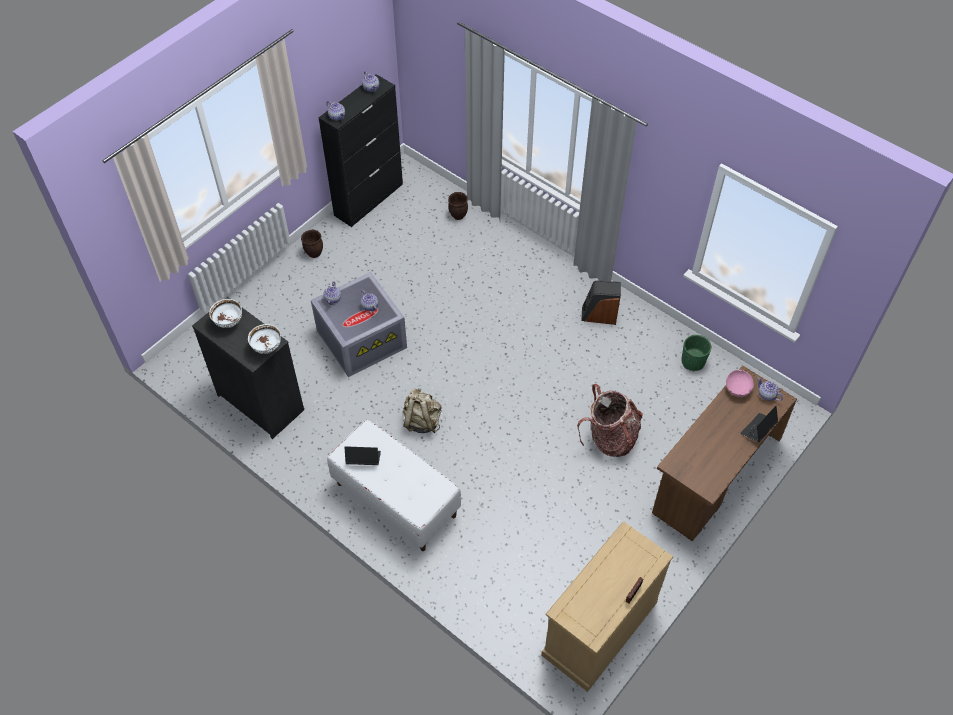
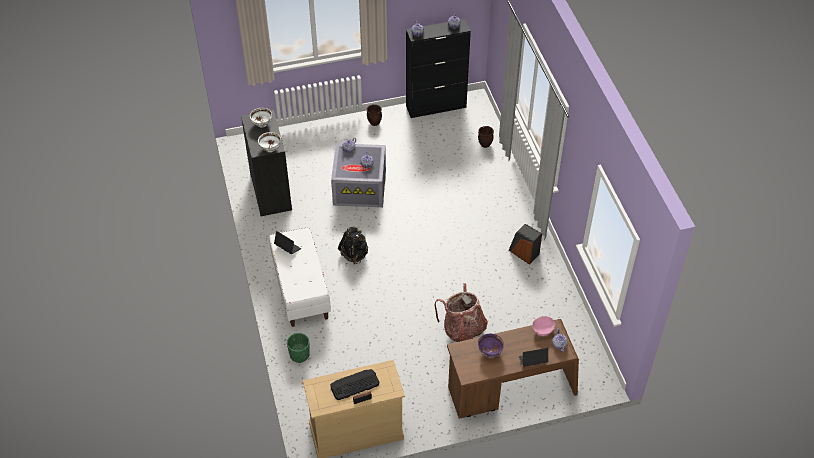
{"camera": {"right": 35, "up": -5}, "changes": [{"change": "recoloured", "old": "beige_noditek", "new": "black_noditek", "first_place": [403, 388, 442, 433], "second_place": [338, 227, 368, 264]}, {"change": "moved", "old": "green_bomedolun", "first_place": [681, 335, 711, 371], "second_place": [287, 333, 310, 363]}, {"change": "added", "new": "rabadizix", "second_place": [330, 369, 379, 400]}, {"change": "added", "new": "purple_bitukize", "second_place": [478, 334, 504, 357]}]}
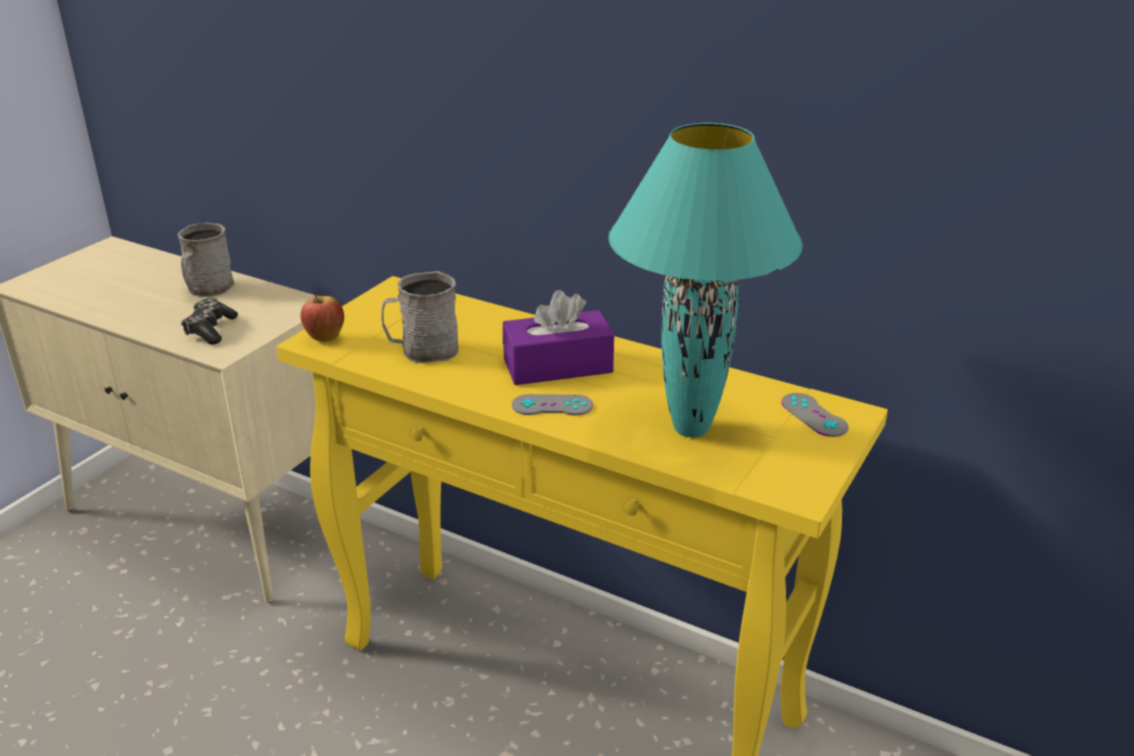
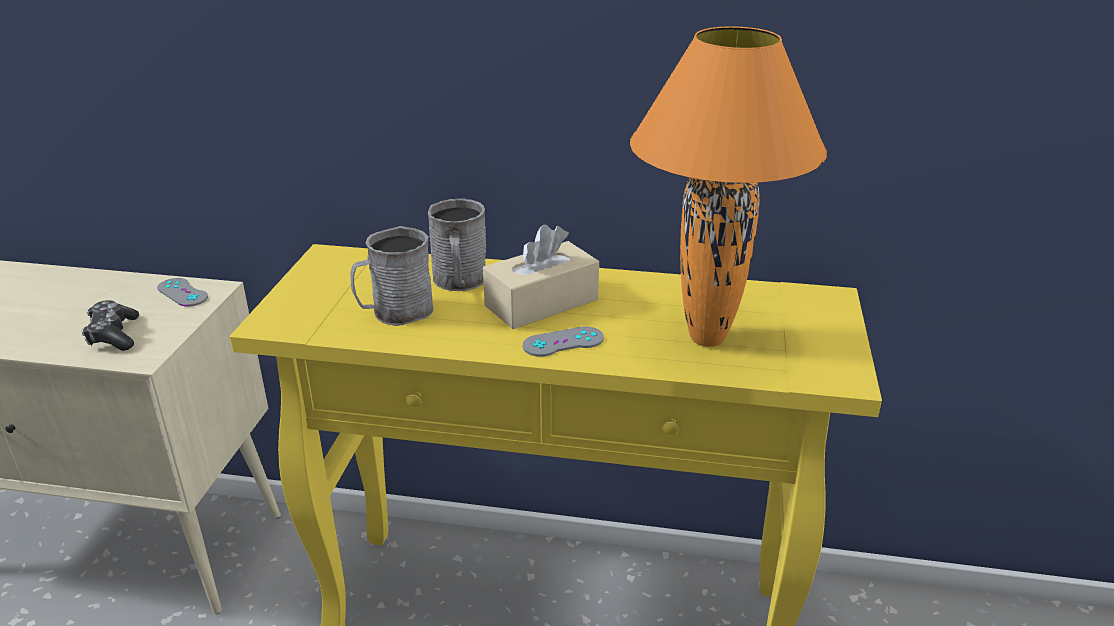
{"camera": {"right": -20, "up": 0}, "changes": [{"change": "moved", "old": "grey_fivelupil", "first_place": [178, 223, 234, 297], "second_place": [428, 199, 486, 291]}, {"change": "removed", "old": "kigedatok", "first_place": [300, 291, 344, 342]}, {"change": "recoloured", "old": "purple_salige", "new": "beige_salige", "first_place": [503, 290, 614, 385], "second_place": [483, 224, 599, 329]}, {"change": "recoloured", "old": "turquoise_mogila", "new": "orange_mogila", "first_place": [608, 123, 803, 437], "second_place": [630, 26, 827, 347]}, {"change": "moved", "old": "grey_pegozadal", "first_place": [781, 393, 848, 437], "second_place": [157, 278, 208, 307]}]}
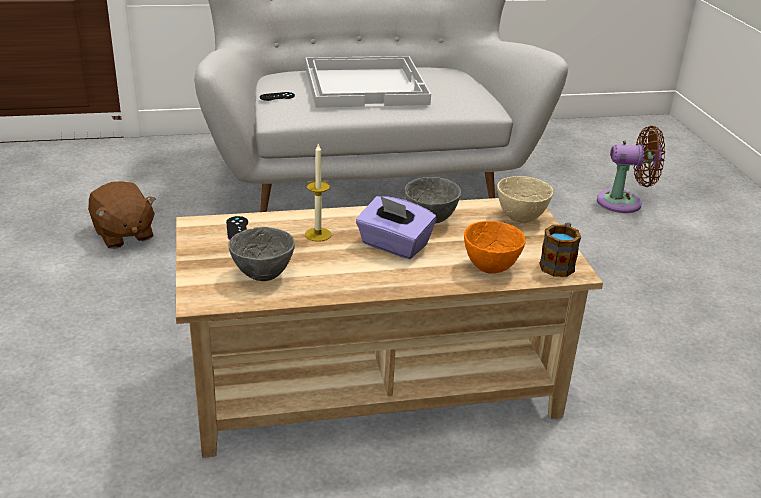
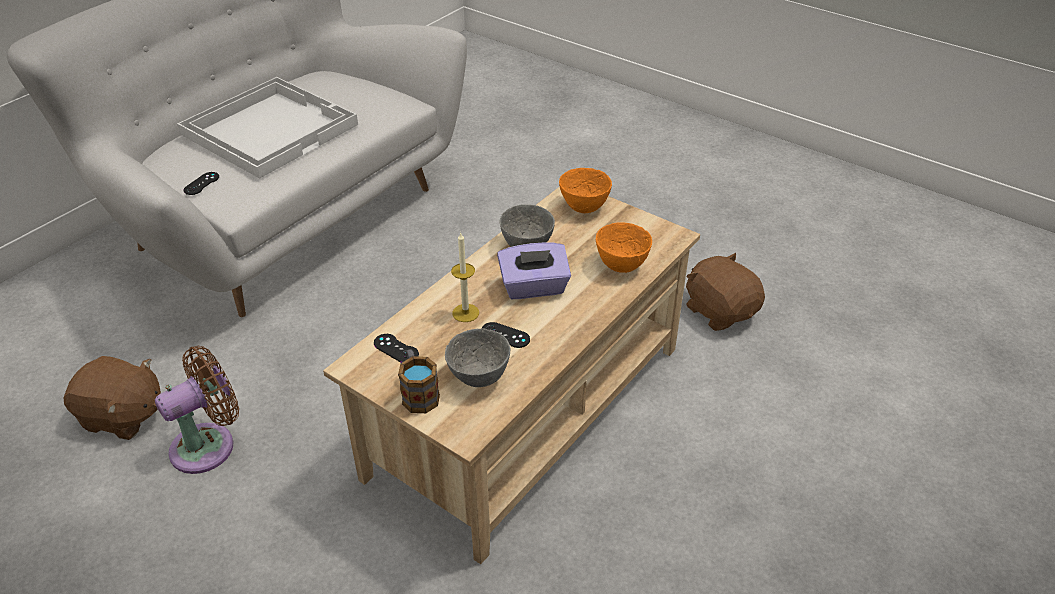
{"camera": {"right": -40, "up": 10}, "changes": [{"change": "recoloured", "old": "beige_bitukize", "new": "orange_bitukize", "first_place": [497, 176, 553, 223], "second_place": [559, 168, 612, 213]}, {"change": "moved", "old": "fivelupil", "first_place": [539, 222, 581, 277], "second_place": [398, 349, 440, 413]}, {"change": "moved", "old": "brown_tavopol", "first_place": [597, 126, 665, 213], "second_place": [155, 346, 239, 474]}, {"change": "added", "new": "black_pegozadal", "second_place": [481, 322, 530, 348]}, {"change": "added", "new": "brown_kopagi", "second_place": [686, 253, 765, 331]}]}
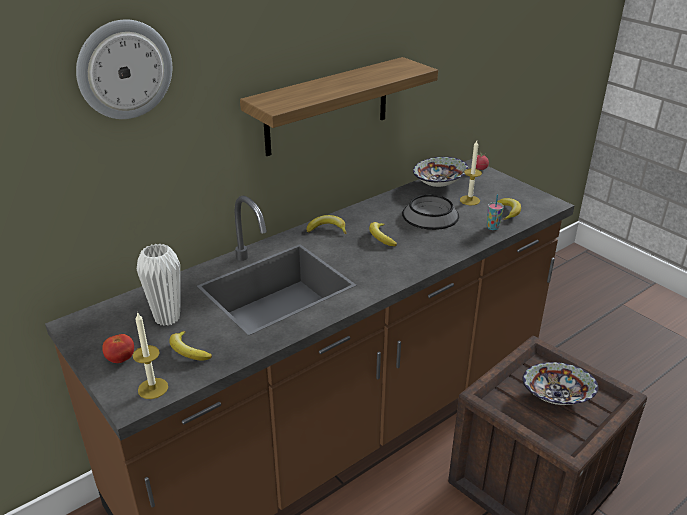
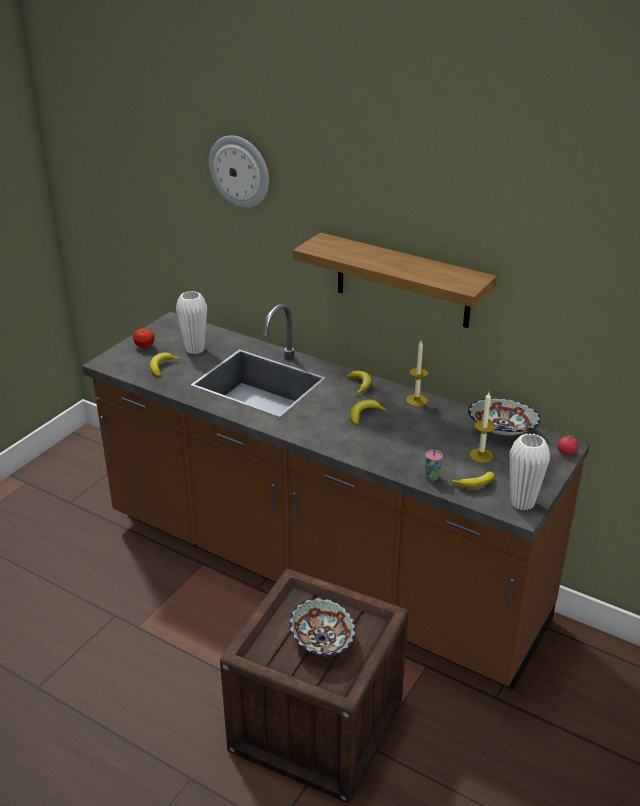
{"camera": {"right": 70, "up": 0}, "changes": [{"change": "moved", "old": "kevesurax", "first_place": [133, 312, 168, 399], "second_place": [406, 341, 428, 406]}, {"change": "removed", "old": "bitukize", "first_place": [402, 195, 459, 230]}, {"change": "added", "new": "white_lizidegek", "second_place": [510, 433, 550, 510]}]}
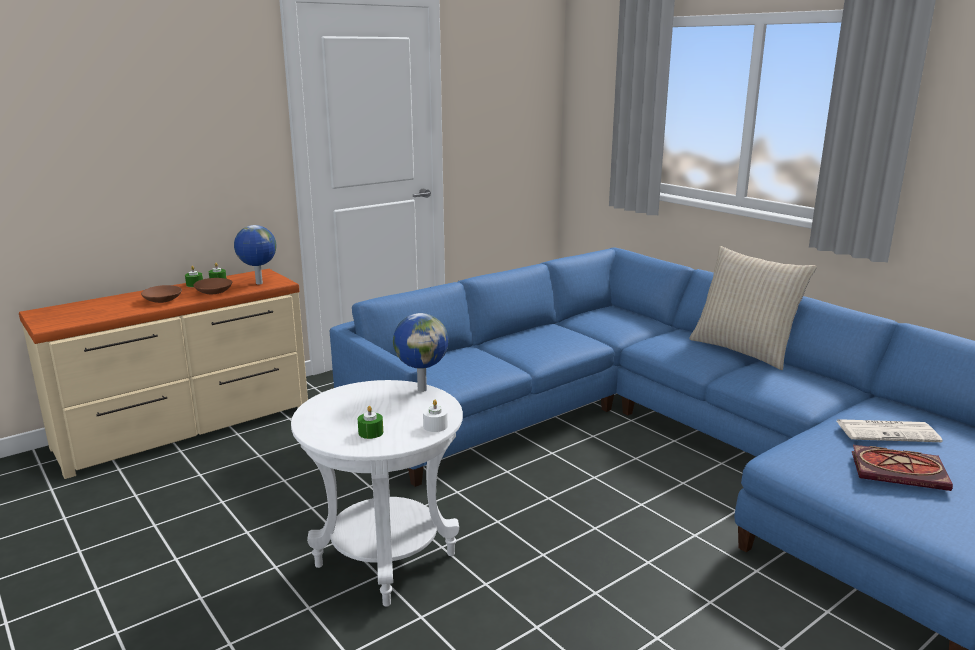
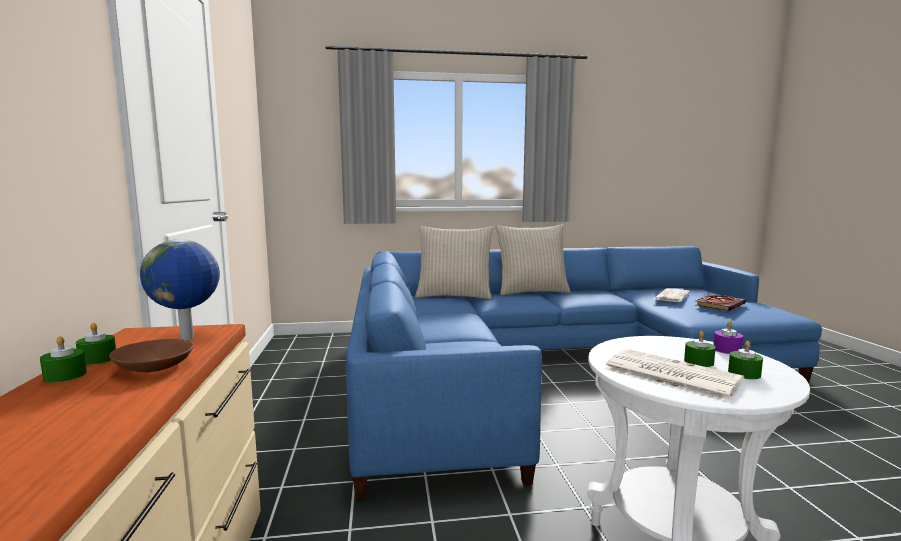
{"camera": {"right": -60, "up": -10}, "changes": [{"change": "removed", "old": "brown_bitukize", "first_place": [141, 285, 182, 303]}, {"change": "removed", "old": "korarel", "first_place": [393, 313, 448, 392]}, {"change": "recoloured", "old": "white_kevesurax", "new": "purple_kevesurax", "first_place": [423, 400, 448, 432], "second_place": [713, 321, 743, 354]}, {"change": "added", "new": "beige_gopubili", "second_place": [415, 226, 493, 300]}, {"change": "added", "new": "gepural", "second_place": [604, 349, 744, 402]}, {"change": "added", "new": "green_kevesurax", "second_place": [684, 331, 716, 367]}]}
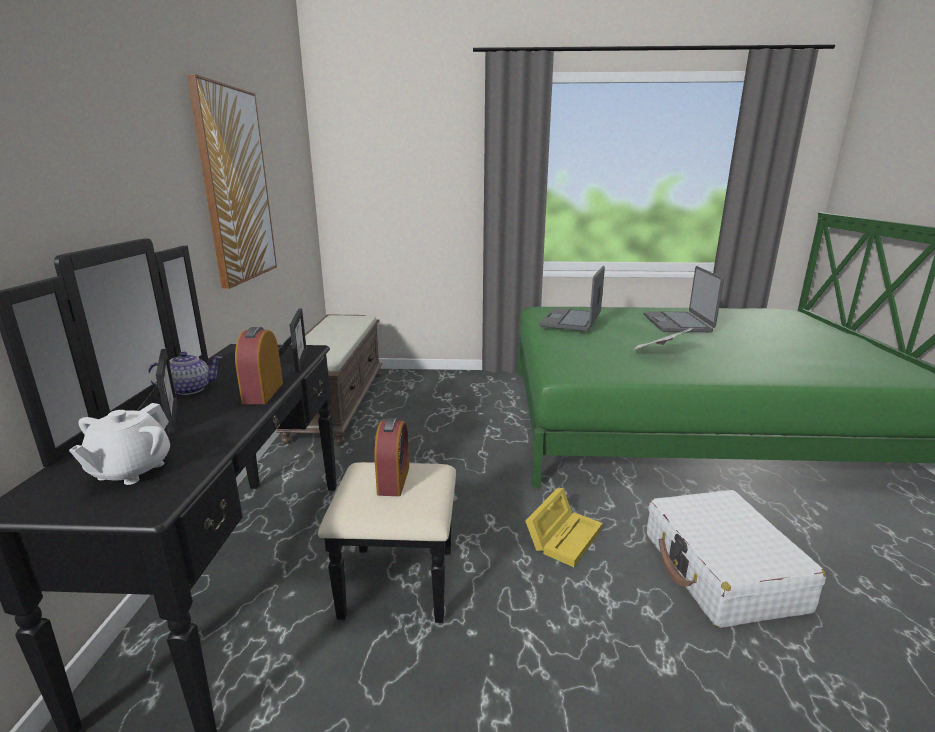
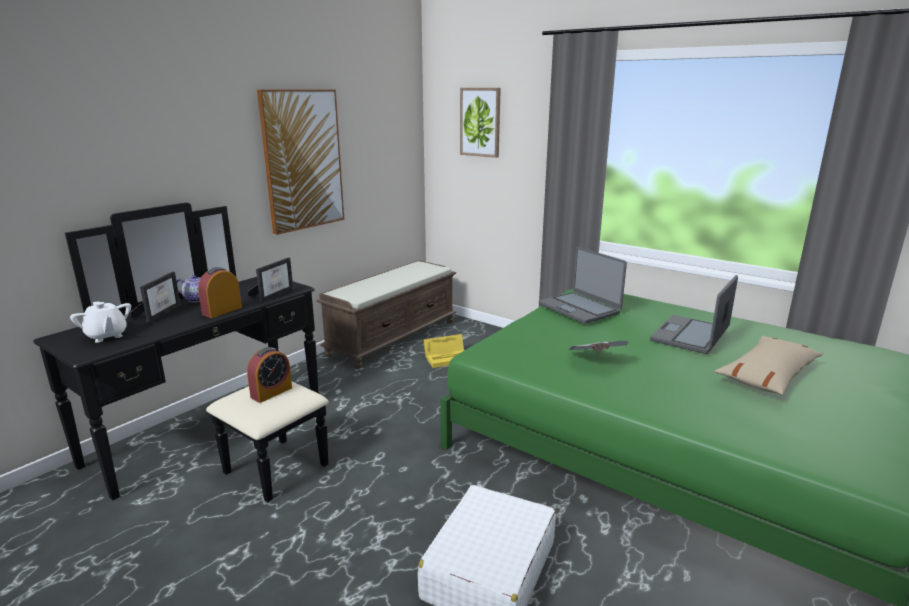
{"camera": {"right": 35, "up": 0}, "changes": [{"change": "turned", "old": "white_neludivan", "first_place": [69, 403, 170, 485], "second_place": [70, 301, 131, 343], "degrees": -90}, {"change": "moved", "old": "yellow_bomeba", "first_place": [525, 488, 603, 567], "second_place": [423, 334, 464, 368]}, {"change": "turned", "old": "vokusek", "first_place": [539, 266, 605, 331], "second_place": [539, 247, 627, 324], "degrees": -90}, {"change": "added", "new": "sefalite", "second_place": [460, 88, 501, 158]}, {"change": "added", "new": "beige_gopubili", "second_place": [714, 336, 823, 395]}]}
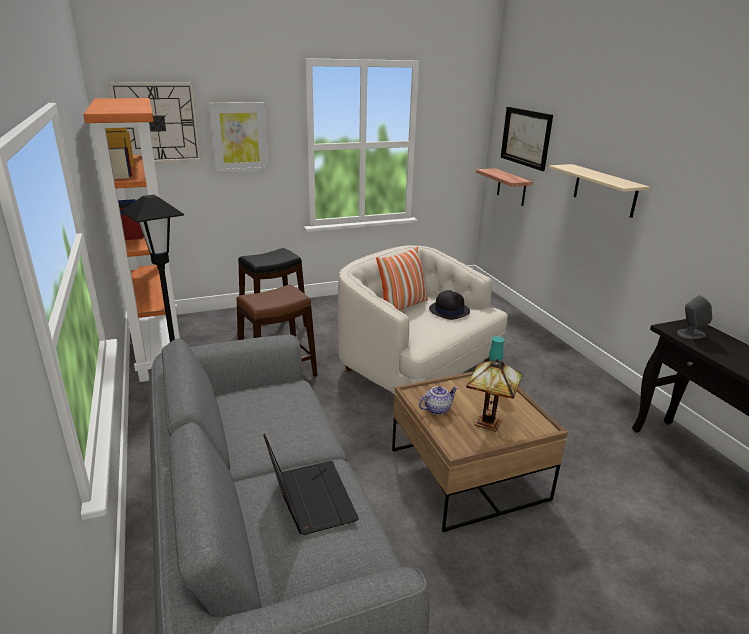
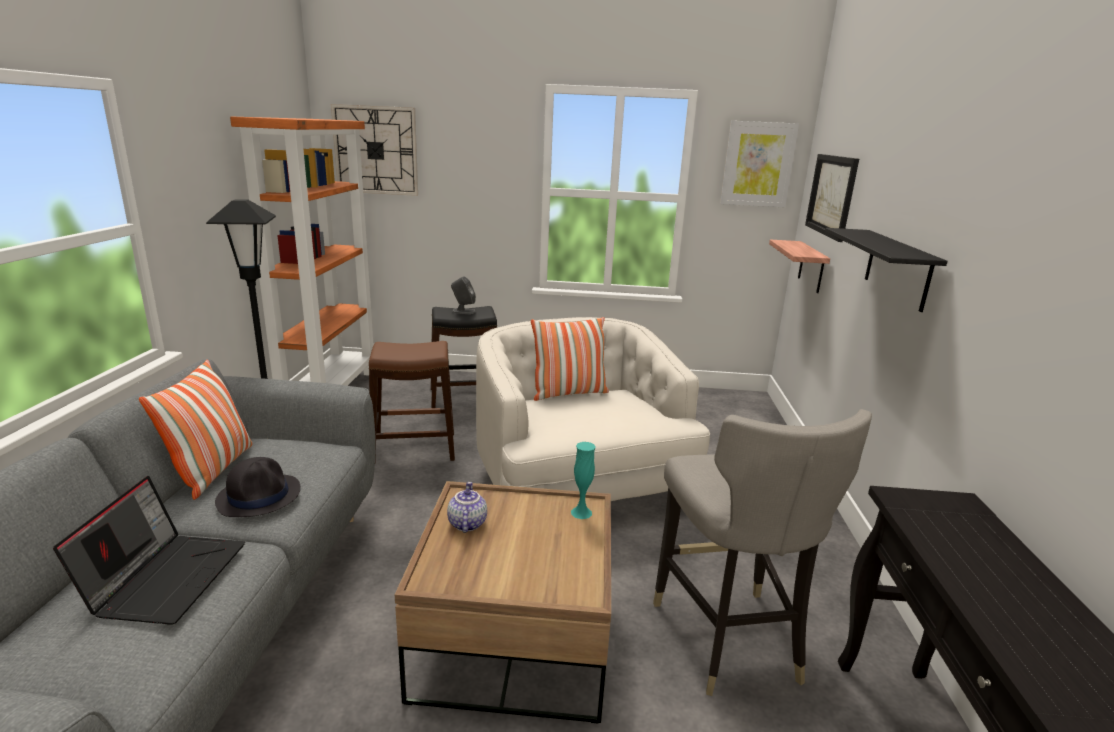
{"camera": {"right": 25, "up": -5}, "changes": [{"change": "moved", "old": "sefalite", "first_place": [208, 102, 269, 173], "second_place": [720, 121, 799, 207]}, {"change": "turned", "old": "neludivan", "first_place": [419, 386, 458, 415], "second_place": [447, 482, 487, 533], "degrees": -90}, {"change": "moved", "old": "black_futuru", "first_place": [429, 290, 470, 320], "second_place": [215, 457, 301, 517]}, {"change": "removed", "old": "mogila", "first_place": [466, 359, 523, 432]}, {"change": "recoloured", "old": "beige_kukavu", "new": "black_kukavu", "first_place": [549, 164, 650, 218], "second_place": [825, 228, 948, 312]}, {"change": "moved", "old": "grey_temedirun", "first_place": [677, 295, 713, 339], "second_place": [451, 276, 476, 314]}, {"change": "added", "new": "gopubili", "second_place": [139, 359, 253, 500]}, {"change": "added", "new": "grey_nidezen", "second_place": [653, 409, 872, 696]}]}
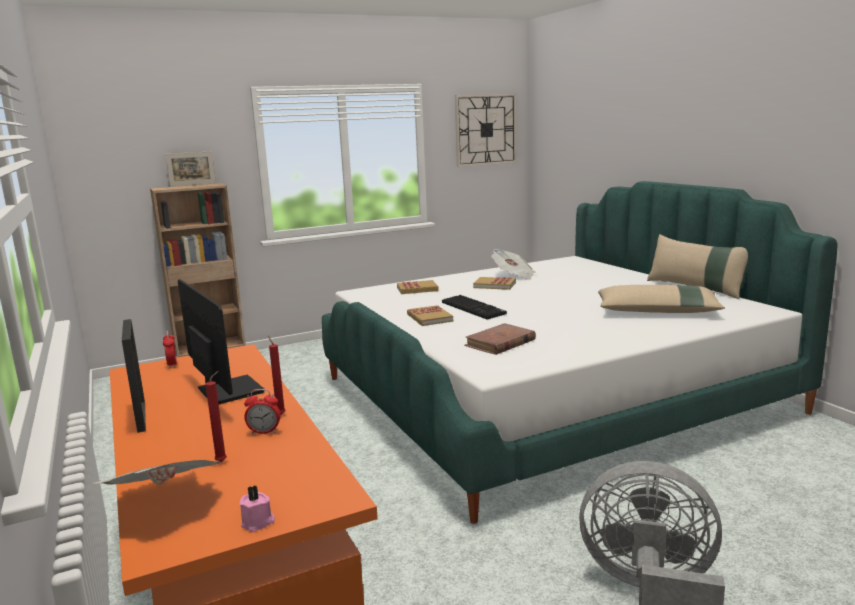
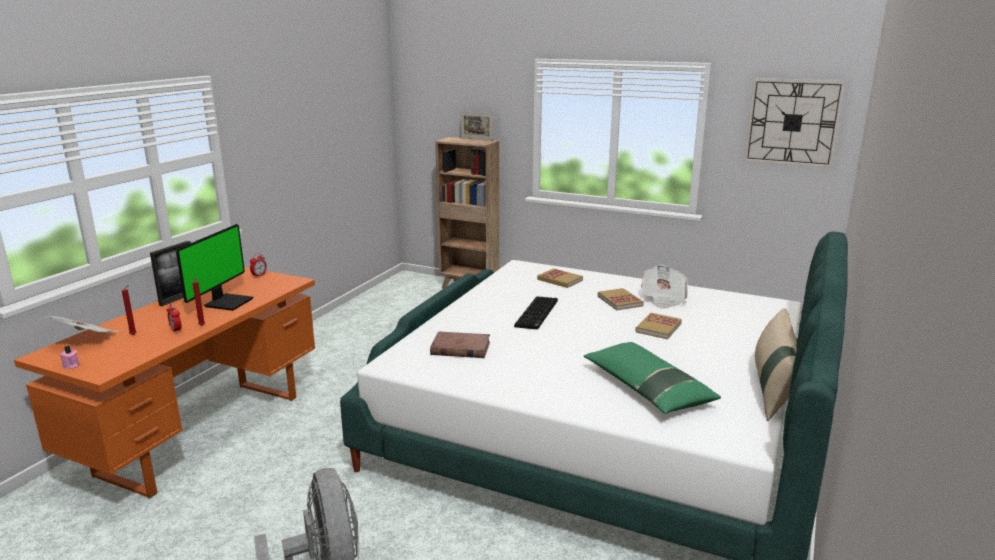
{"camera": {"right": 50, "up": 5}, "changes": [{"change": "moved", "old": "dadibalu", "first_place": [407, 305, 453, 326], "second_place": [635, 313, 682, 339]}, {"change": "recoloured", "old": "beige_gopubili", "new": "green_gopubili", "first_place": [598, 285, 725, 313], "second_place": [584, 342, 721, 414]}]}
